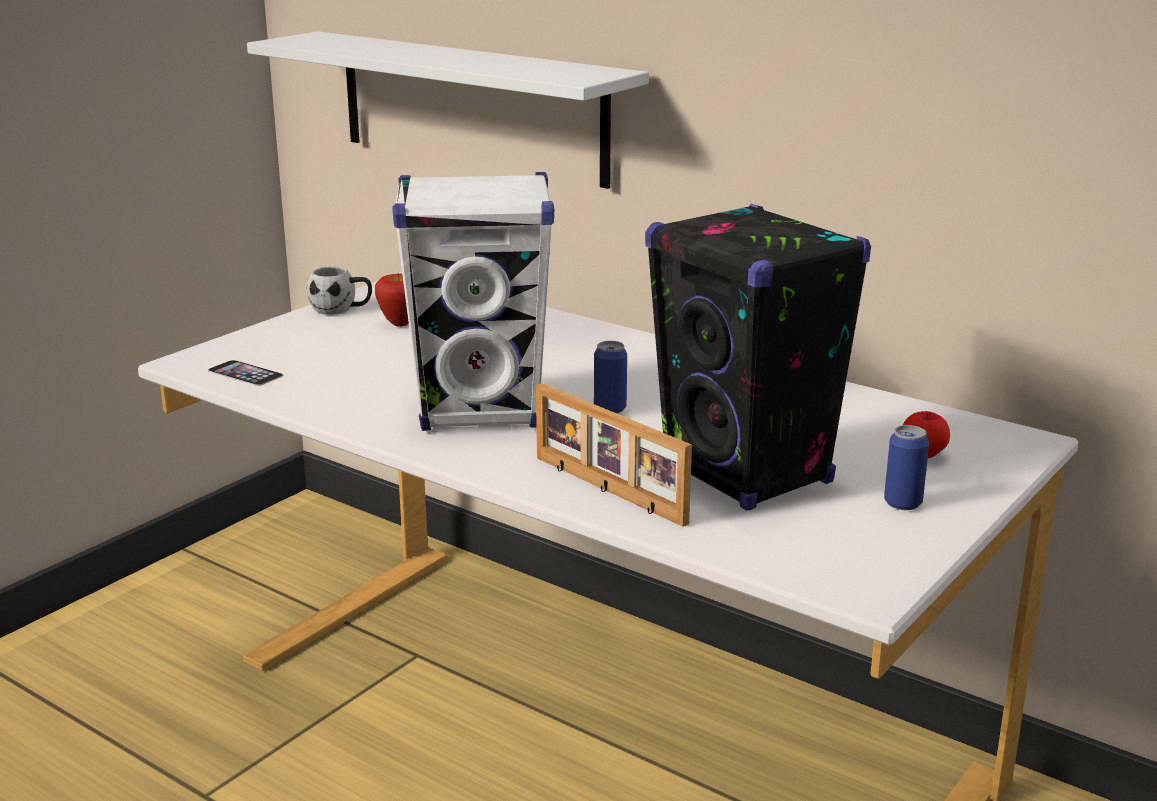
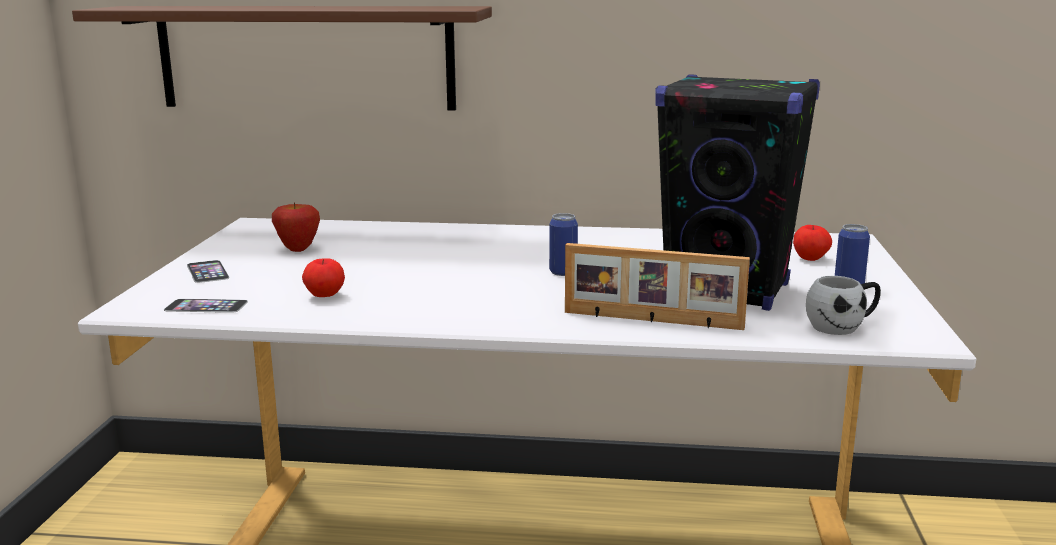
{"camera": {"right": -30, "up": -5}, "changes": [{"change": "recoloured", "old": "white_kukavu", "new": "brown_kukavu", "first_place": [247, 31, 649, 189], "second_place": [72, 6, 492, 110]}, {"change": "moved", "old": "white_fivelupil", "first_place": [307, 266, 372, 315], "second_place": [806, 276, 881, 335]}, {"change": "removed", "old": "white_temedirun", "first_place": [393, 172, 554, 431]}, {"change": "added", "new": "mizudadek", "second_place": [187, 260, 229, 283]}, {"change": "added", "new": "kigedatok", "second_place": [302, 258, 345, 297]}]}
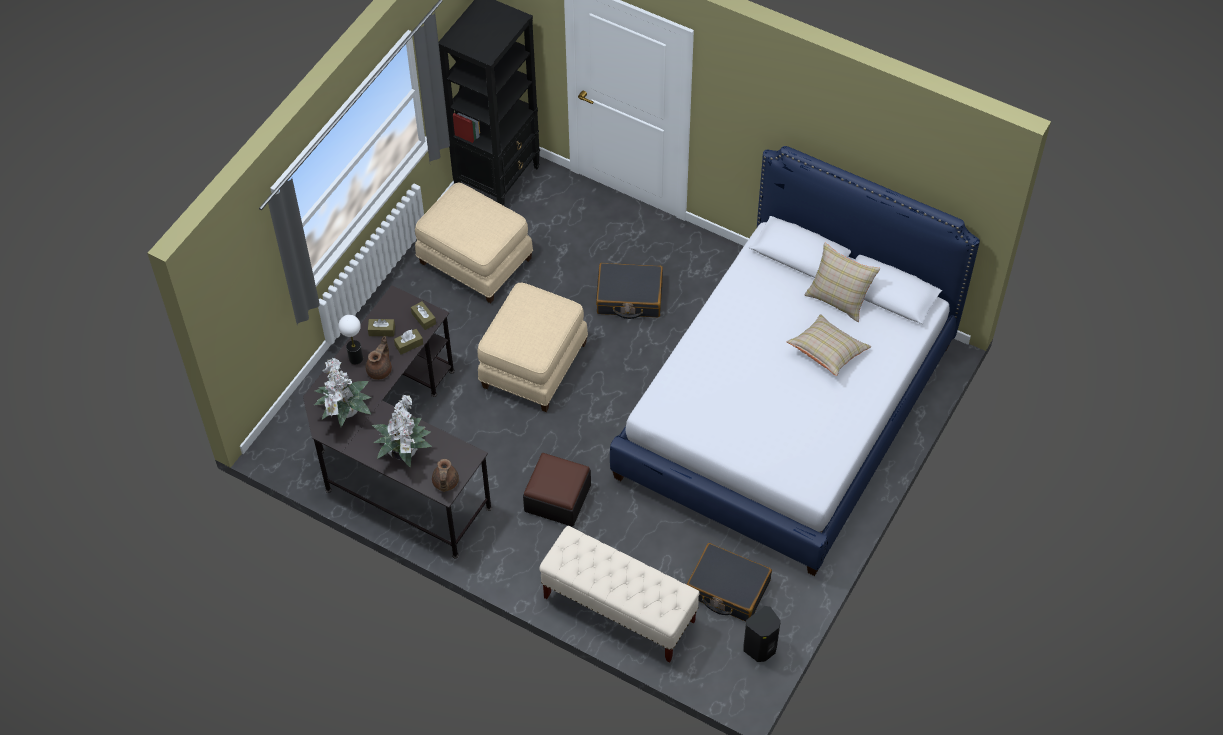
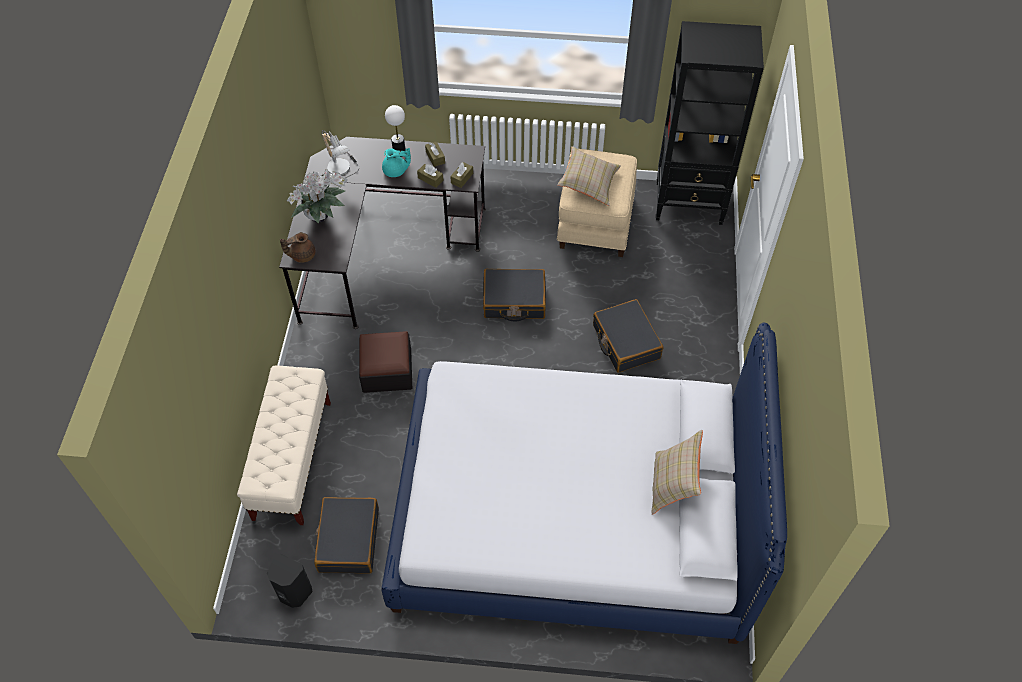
{"camera": {"right": 65, "up": 0}, "changes": [{"change": "replaced", "old": "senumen", "new": "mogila", "first_place": [314, 358, 371, 427], "second_place": [321, 130, 359, 178]}, {"change": "recoloured", "old": "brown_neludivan", "new": "turquoise_neludivan", "first_place": [366, 336, 392, 380], "second_place": [382, 148, 411, 177]}, {"change": "replaced", "old": "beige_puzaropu", "new": "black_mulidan", "first_place": [478, 283, 588, 412], "second_place": [483, 269, 546, 321]}, {"change": "moved", "old": "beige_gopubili", "first_place": [787, 314, 871, 376], "second_place": [557, 146, 621, 206]}]}
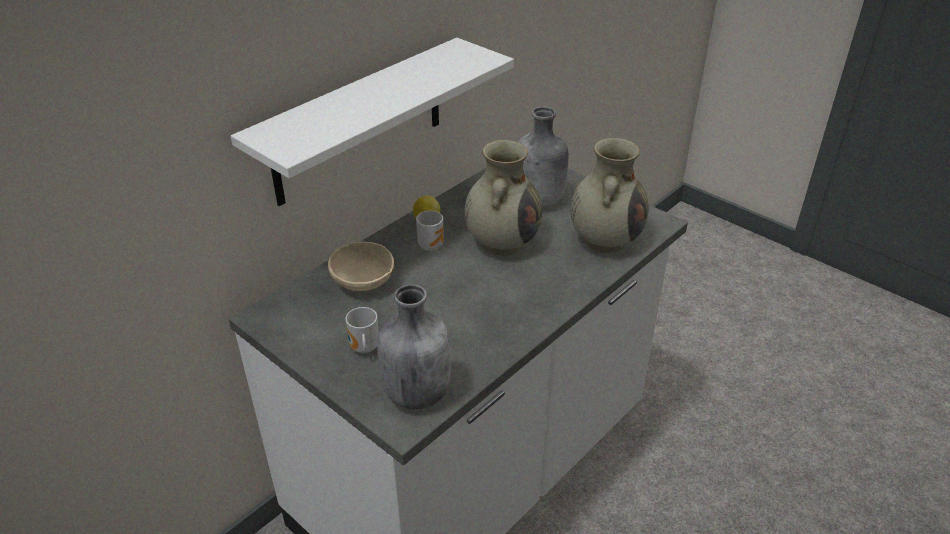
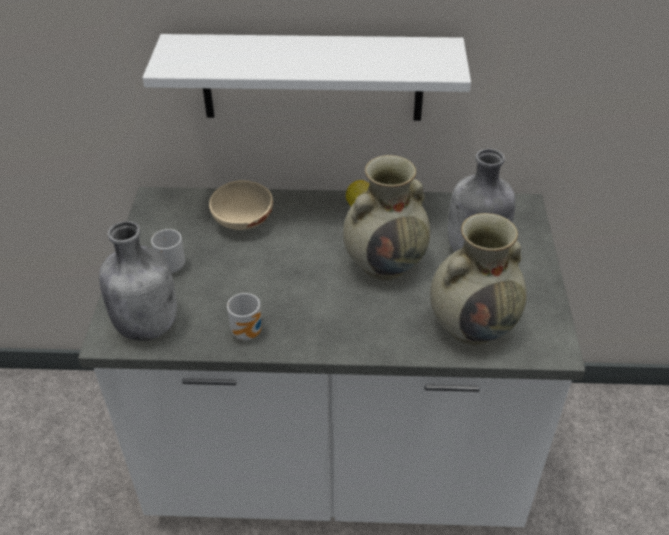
{"camera": {"right": 50, "up": 5}, "changes": [{"change": "moved", "old": "fivelupil", "first_place": [416, 211, 443, 251], "second_place": [227, 293, 262, 341]}]}
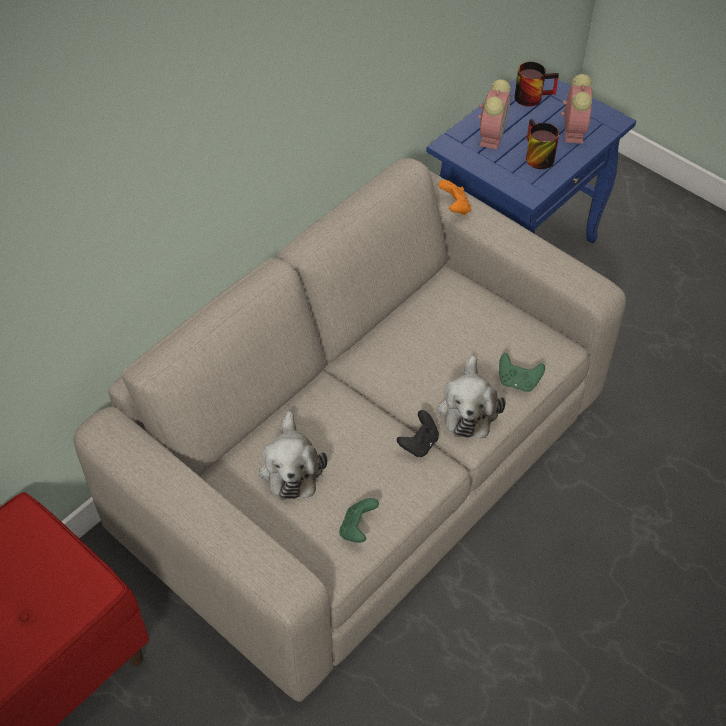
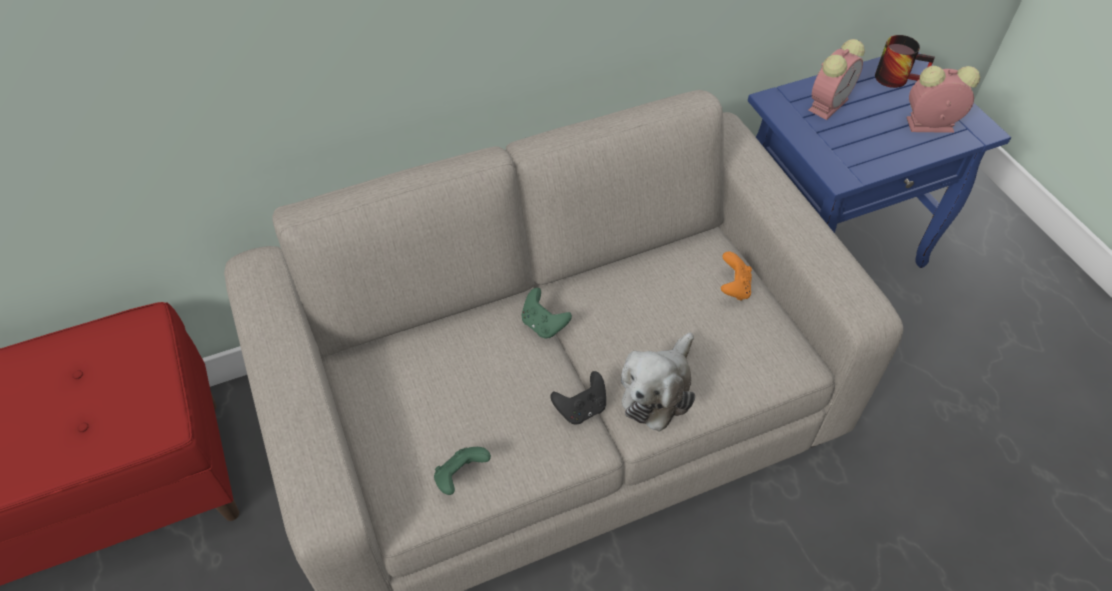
{"camera": {"right": 25, "up": 0}, "changes": [{"change": "removed", "old": "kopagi", "first_place": [259, 411, 327, 500]}, {"change": "moved", "old": "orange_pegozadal", "first_place": [438, 180, 471, 215], "second_place": [721, 251, 752, 301]}, {"change": "moved", "old": "green_pegozadal", "first_place": [499, 353, 545, 392], "second_place": [521, 288, 572, 339]}, {"change": "removed", "old": "fivelupil", "first_place": [526, 119, 559, 169]}, {"change": "turned", "old": "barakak", "first_place": [561, 74, 592, 144], "second_place": [906, 66, 980, 133], "degrees": -120}]}
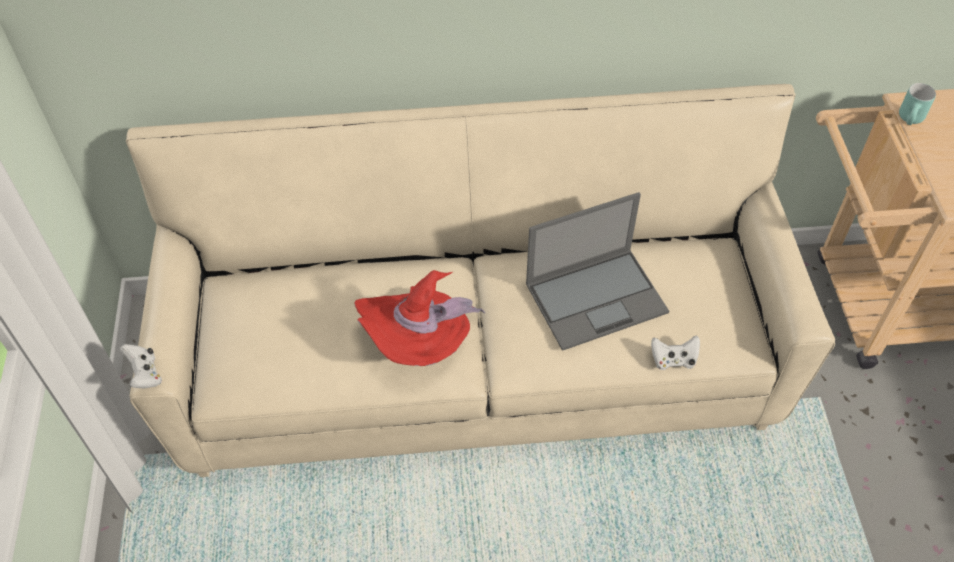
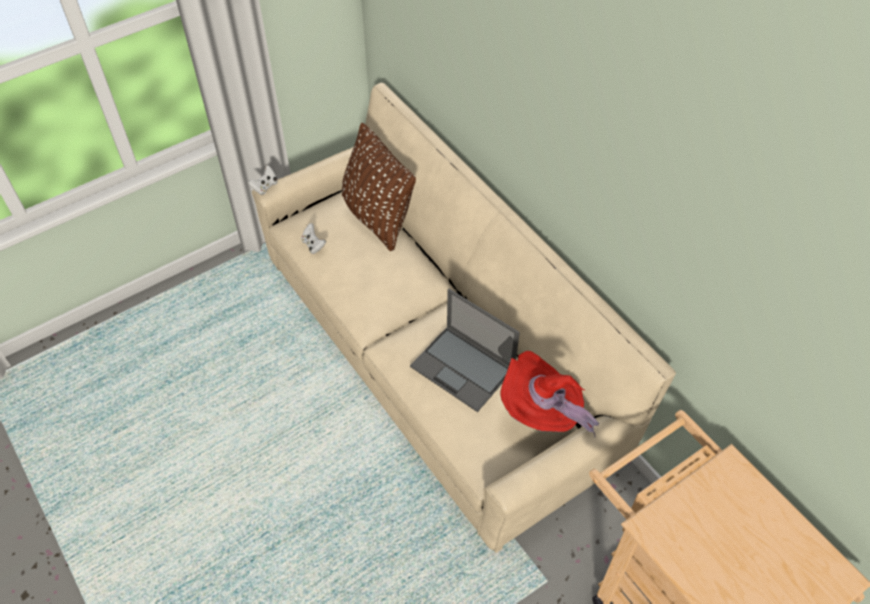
{"camera": {"right": 60, "up": 0}, "changes": [{"change": "moved", "old": "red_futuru", "first_place": [354, 270, 485, 366], "second_place": [501, 351, 599, 437]}, {"change": "moved", "old": "white_pegozadal", "first_place": [651, 335, 700, 370], "second_place": [301, 223, 326, 254]}, {"change": "removed", "old": "turquoise_fivelupil", "first_place": [899, 83, 936, 125]}, {"change": "added", "new": "brown_gopubili", "second_place": [342, 123, 416, 251]}]}
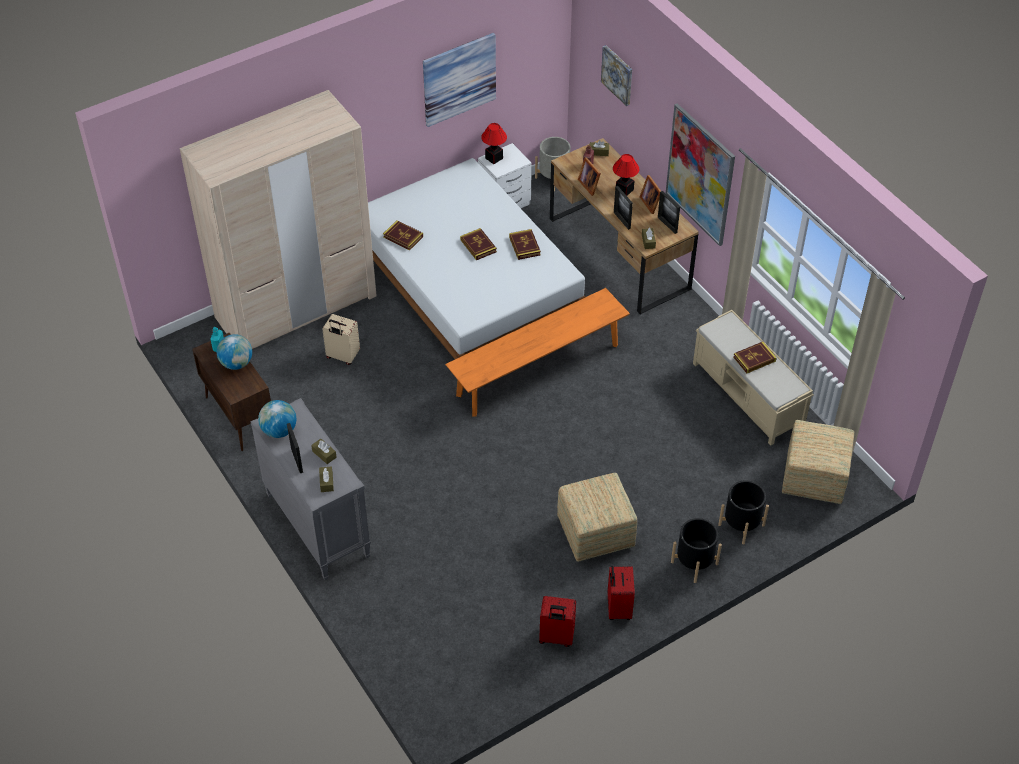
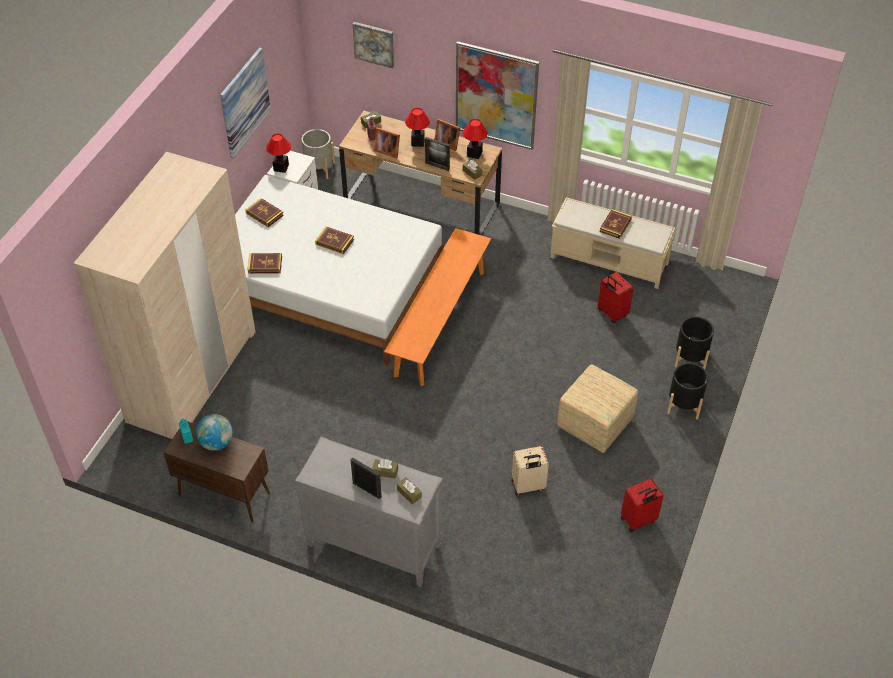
{"camera": {"right": -35, "up": 0}, "changes": [{"change": "removed", "old": "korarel", "first_place": [258, 400, 296, 438]}, {"change": "moved", "old": "beige_mulidan", "first_place": [322, 314, 360, 365], "second_place": [511, 446, 549, 496]}, {"change": "moved", "old": "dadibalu", "first_place": [509, 229, 541, 260], "second_place": [245, 198, 284, 227]}, {"change": "moved", "old": "red_mulidan", "first_place": [607, 566, 635, 620], "second_place": [598, 272, 634, 323]}, {"change": "replaced", "old": "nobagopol", "new": "mogila", "first_place": [658, 191, 680, 234], "second_place": [463, 119, 488, 159]}, {"change": "removed", "old": "puzaropu", "first_place": [782, 420, 854, 504]}]}
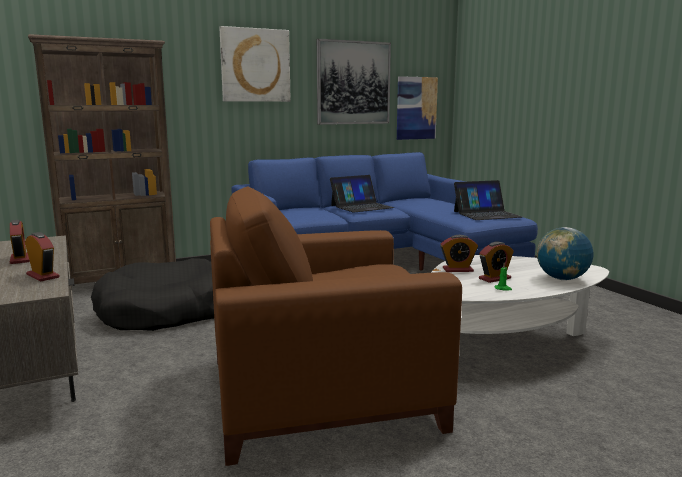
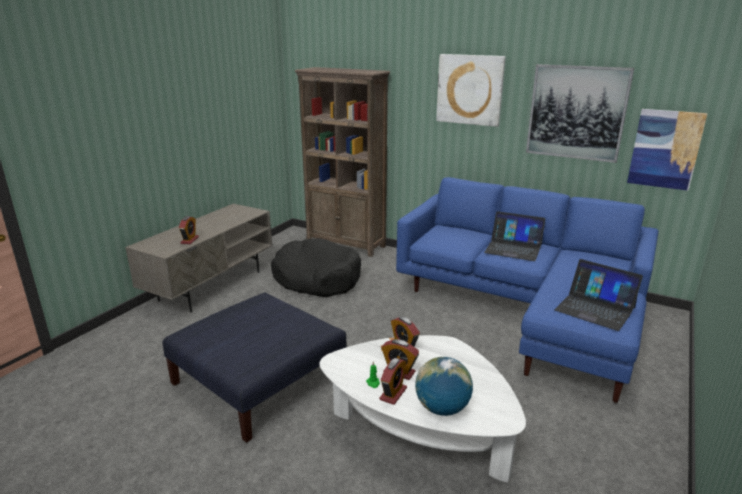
{"camera": {"right": 55, "up": 10}, "changes": [{"change": "moved", "old": "barakak", "first_place": [10, 220, 30, 264], "second_place": [379, 358, 407, 405]}, {"change": "replaced", "old": "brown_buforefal", "new": "blue_puzaropu", "first_place": [210, 187, 462, 466], "second_place": [162, 292, 347, 443]}]}
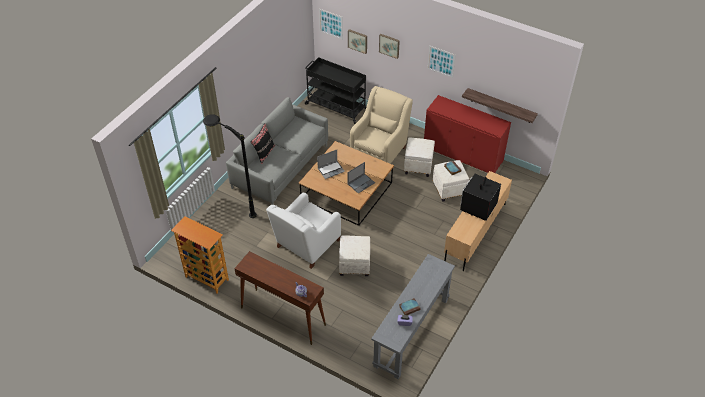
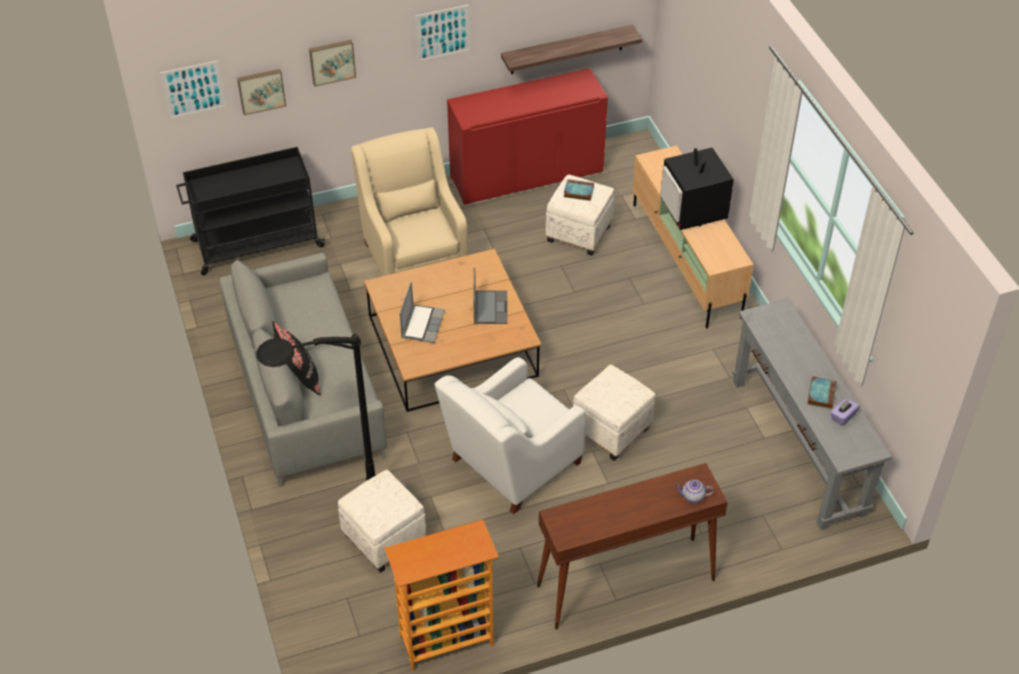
{"camera": {"right": -50, "up": 0}, "changes": [{"change": "turned", "old": "white_buforefal", "first_place": [266, 192, 341, 269], "second_place": [434, 357, 586, 514], "degrees": 60}, {"change": "moved", "old": "white_puzaropu", "first_place": [404, 138, 435, 177], "second_place": [338, 470, 426, 573]}]}
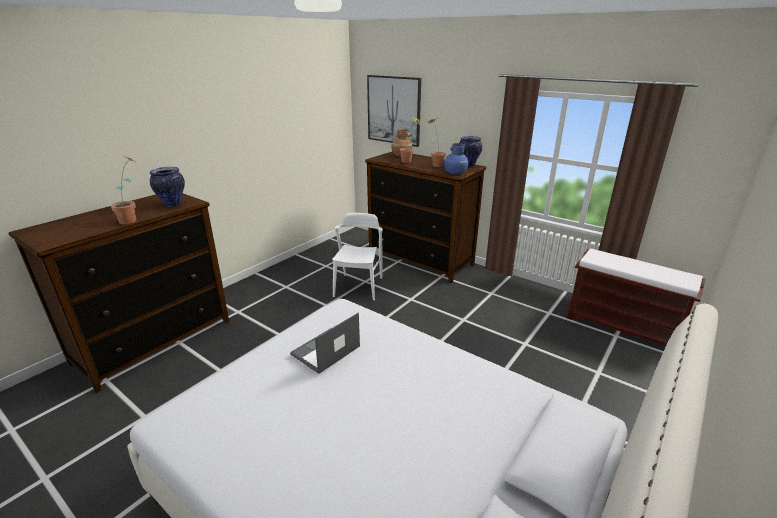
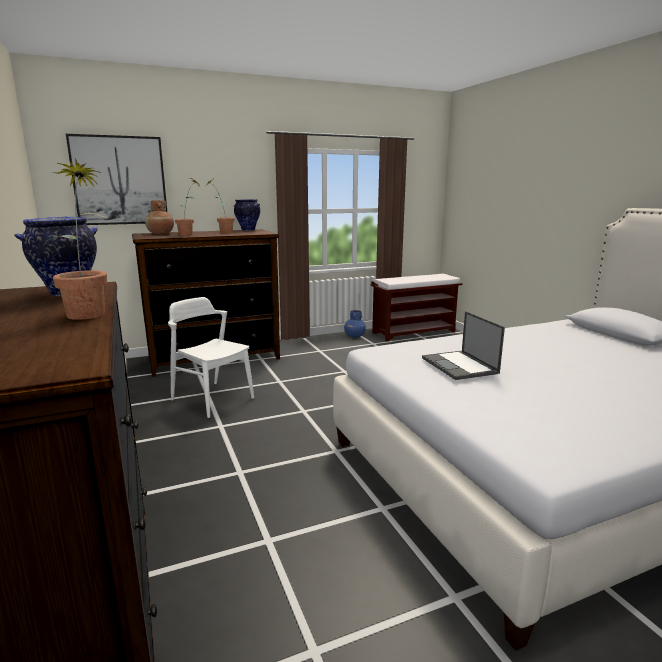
{"camera": {"right": -60, "up": -10}, "changes": [{"change": "moved", "old": "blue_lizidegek", "first_place": [444, 143, 468, 175], "second_place": [344, 310, 366, 338]}]}
